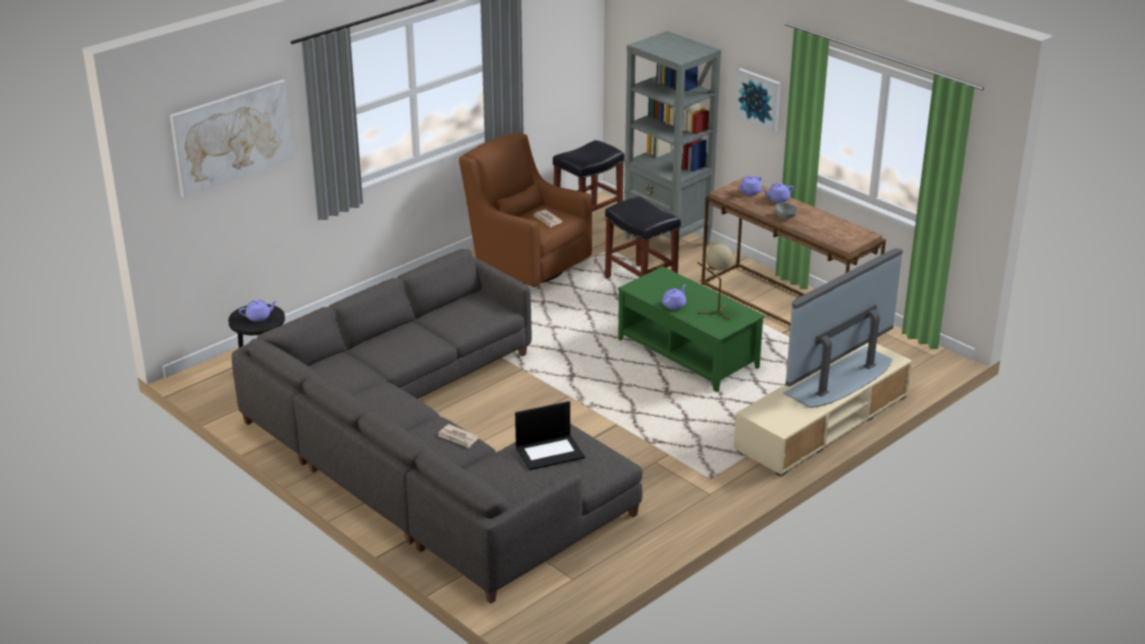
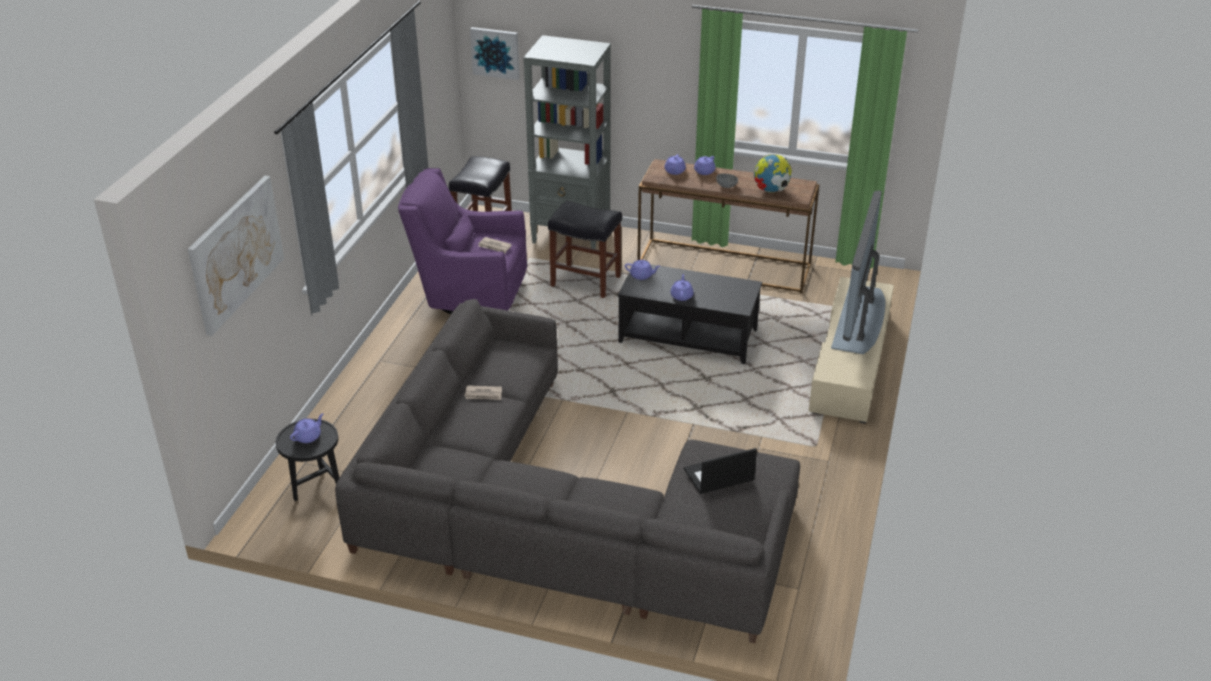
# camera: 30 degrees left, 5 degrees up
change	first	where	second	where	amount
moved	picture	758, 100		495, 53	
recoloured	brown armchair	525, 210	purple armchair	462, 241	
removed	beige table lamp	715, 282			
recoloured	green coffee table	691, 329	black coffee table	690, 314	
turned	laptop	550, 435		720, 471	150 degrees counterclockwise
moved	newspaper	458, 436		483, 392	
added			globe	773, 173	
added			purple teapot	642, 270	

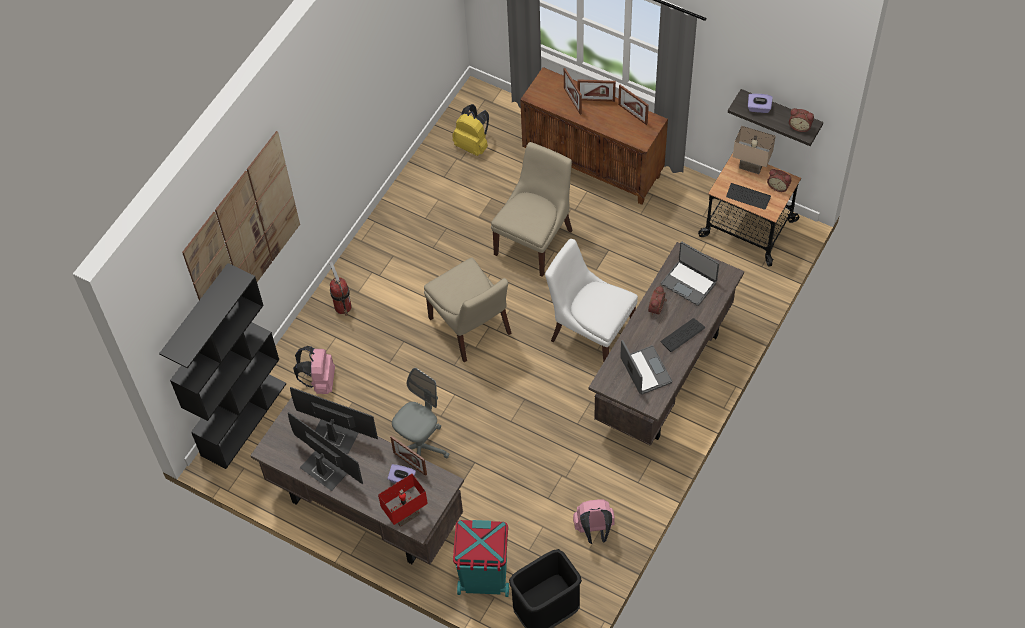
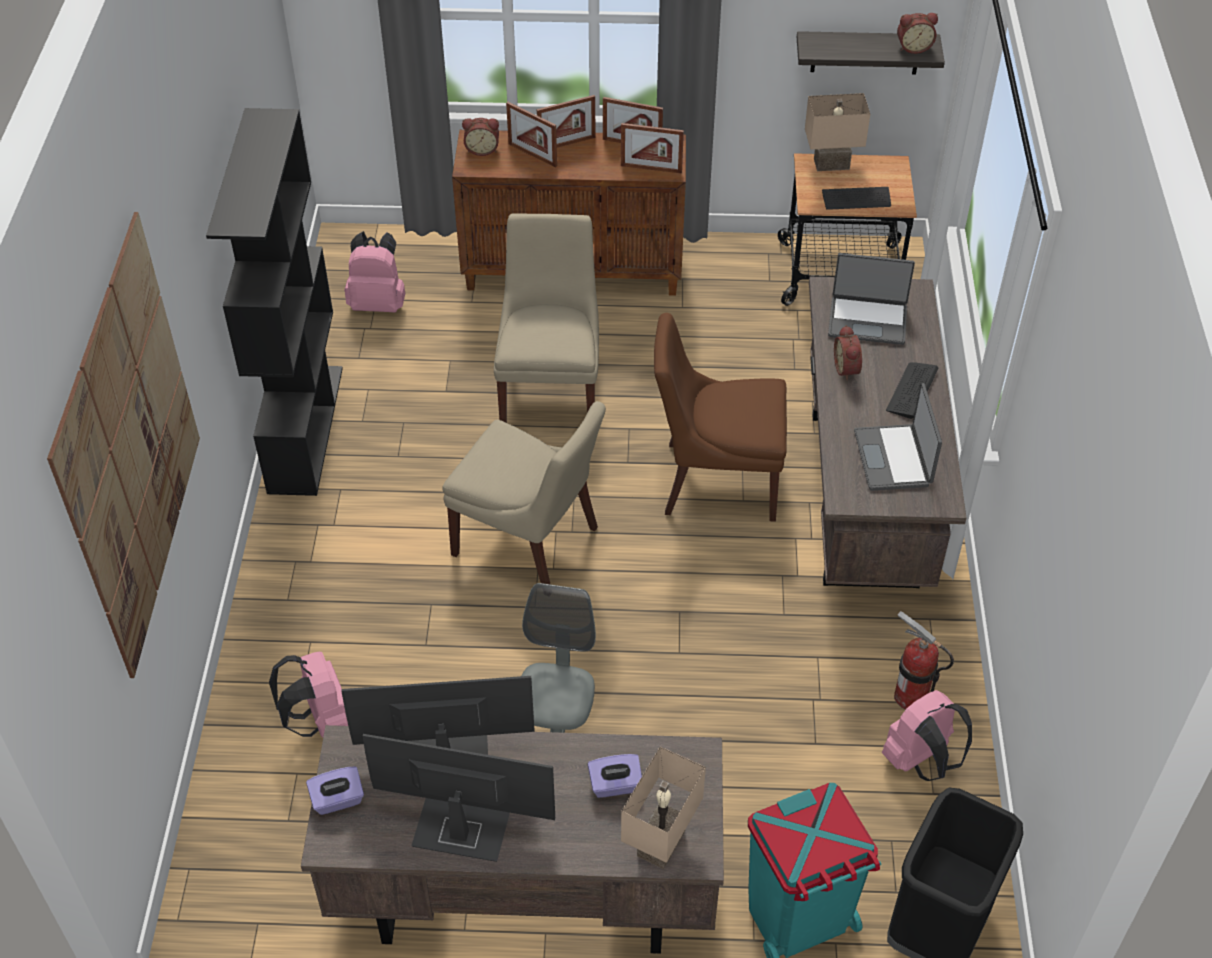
# camera: 30 degrees left, 10 degrees down
change	first	where	second	where	amount
moved	purple tissue box	760, 103		335, 790	
recoloured	yellow backpack	470, 130	pink backpack	374, 272	
moved	alarm clock	779, 180		480, 137	
recoloured	white chair	591, 301	brown chair	720, 417	
moved	fire extinguisher	340, 288		924, 660	
moved	black bookcase	222, 366		274, 302	
turned	laptop	646, 367		898, 437	135 degrees counterclockwise
moved	picture frame	408, 456		652, 148	
recoloured	red table lamp	403, 500	beige table lamp	663, 808	

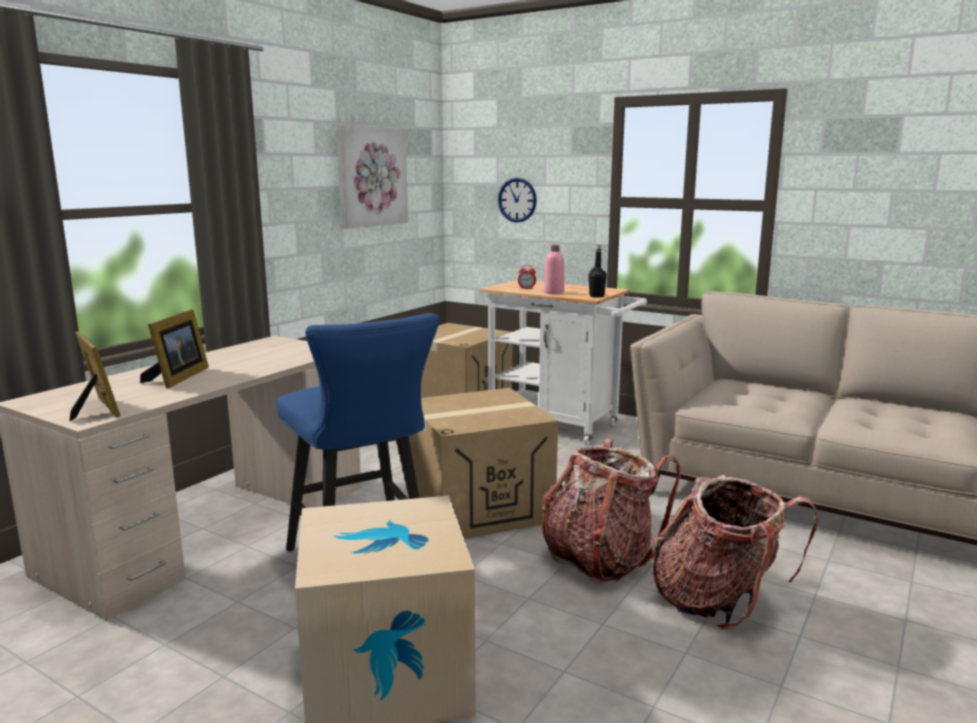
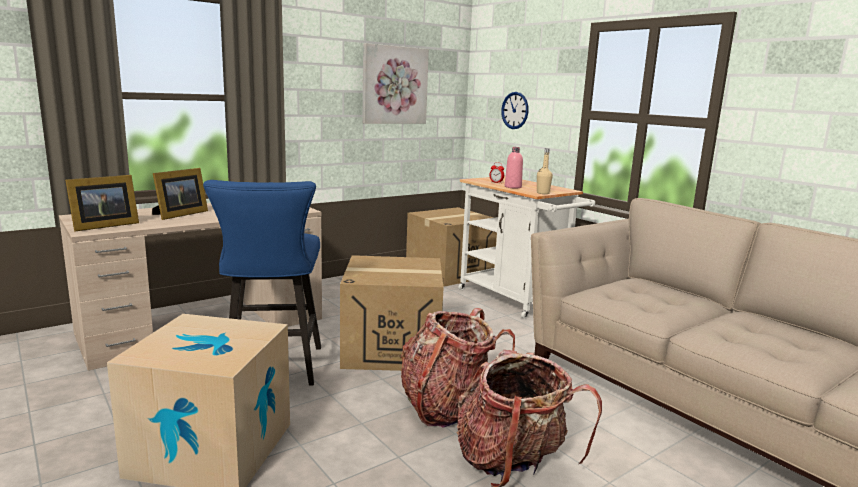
# camera: 20 degrees right, 0 degrees up
change	first	where	second	where	amount
recoloured	black bottle	598, 271	beige bottle	545, 171	
turned	picture frame	95, 376		102, 203	60 degrees clockwise

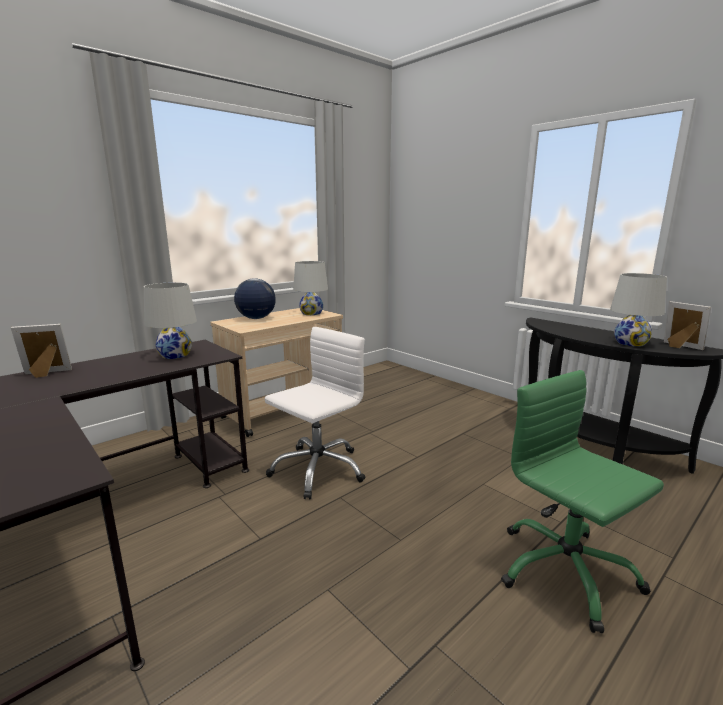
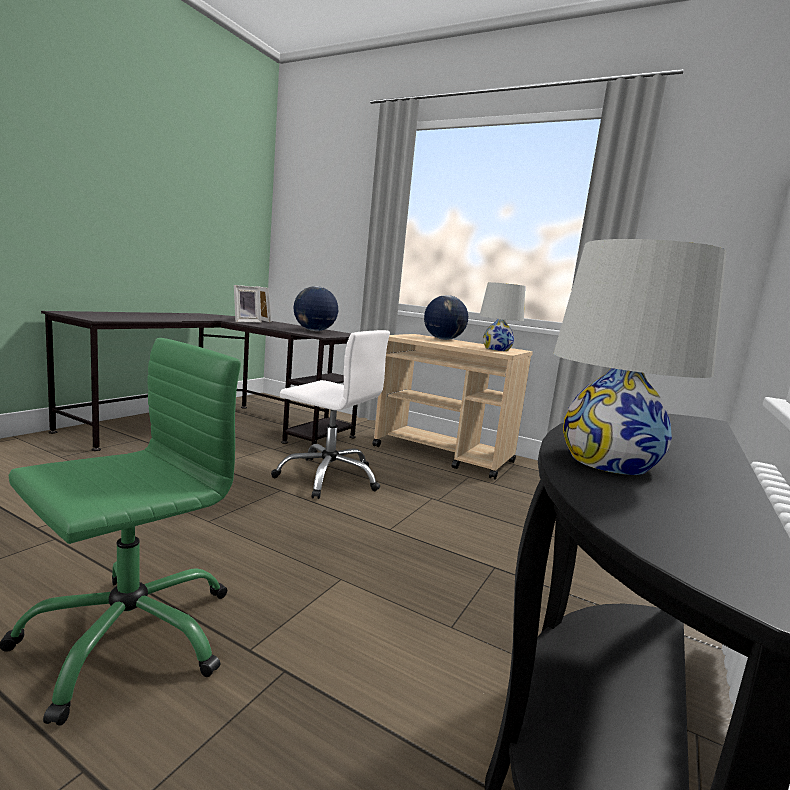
# camera: 70 degrees right, 5 degrees down
change	first	where	second	where	amount
replaced	white table lamp	170, 320	globe	316, 308	
moved	picture frame	687, 325		247, 304	

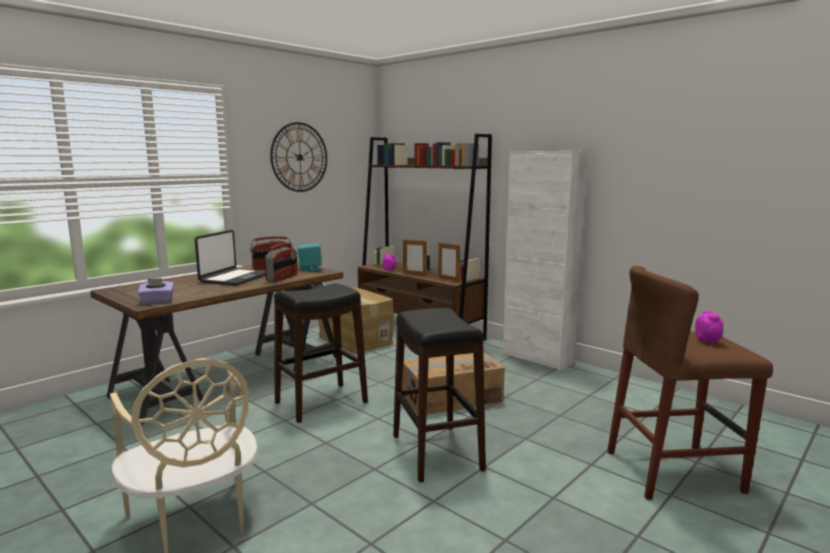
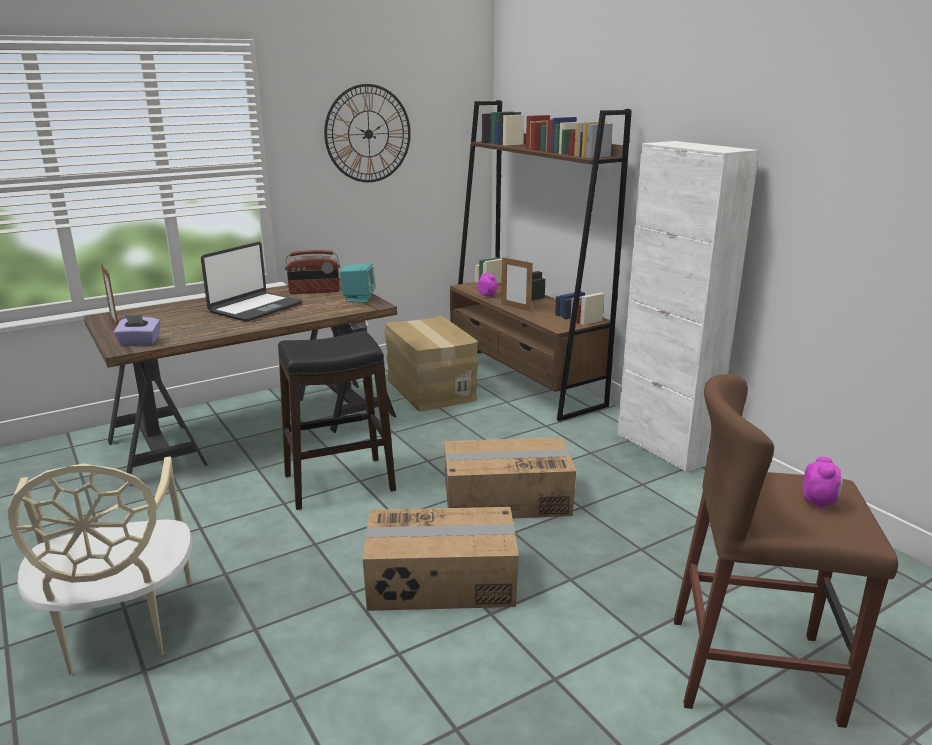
# camera: 15 degrees right, 10 degrees up
change	first	where	second	where	amount
moved	picture frame	449, 262		109, 295	
removed	radio	281, 262			
replaced	black stool	439, 395	cardboard box	441, 559	

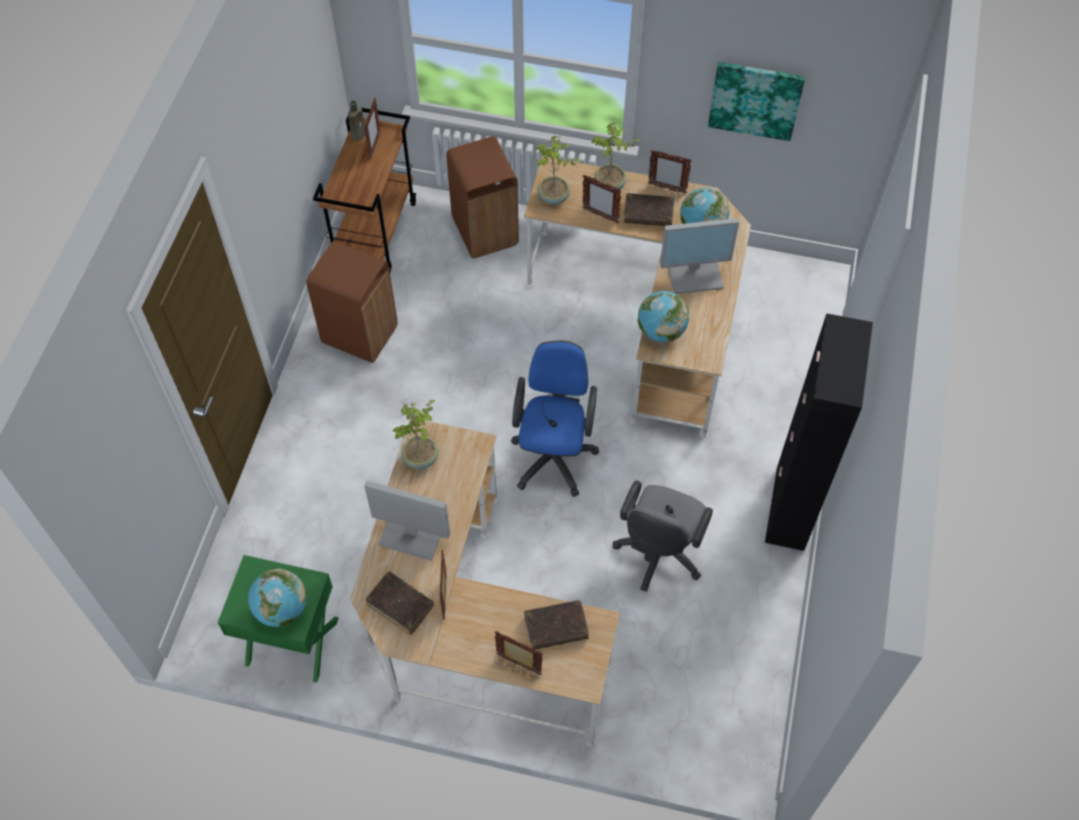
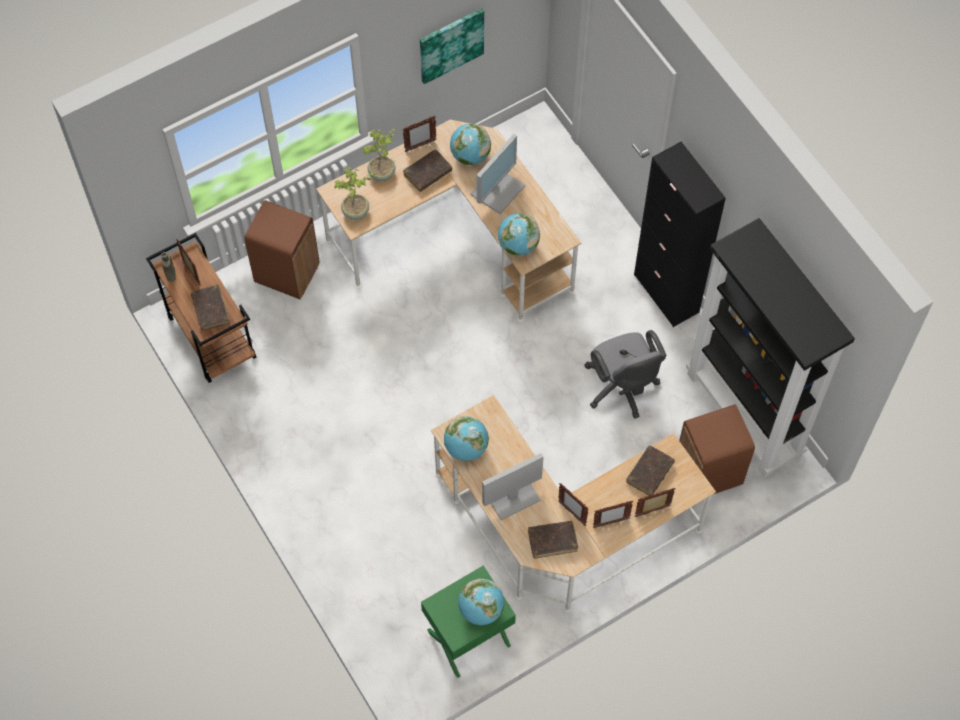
# camera: 45 degrees left, 5 degrees up
change	first	where	second	where	amount
moved	picture frame	602, 199		613, 514	
moved	brown trash can	352, 302		717, 449	
removed	blue office chair	555, 419			
replaced	potted plant	416, 434	globe	466, 438	
added			black bookcase	770, 348	
added			brown book	210, 307	

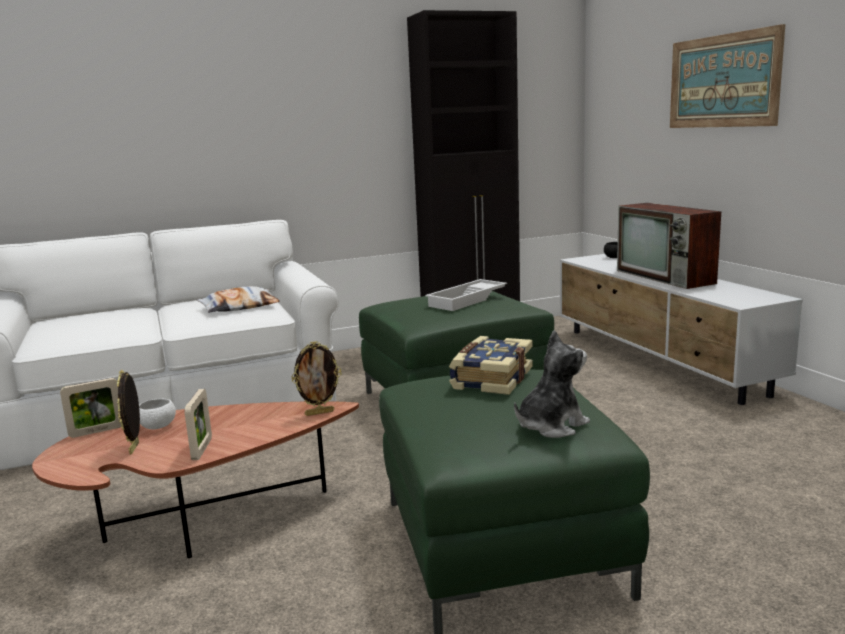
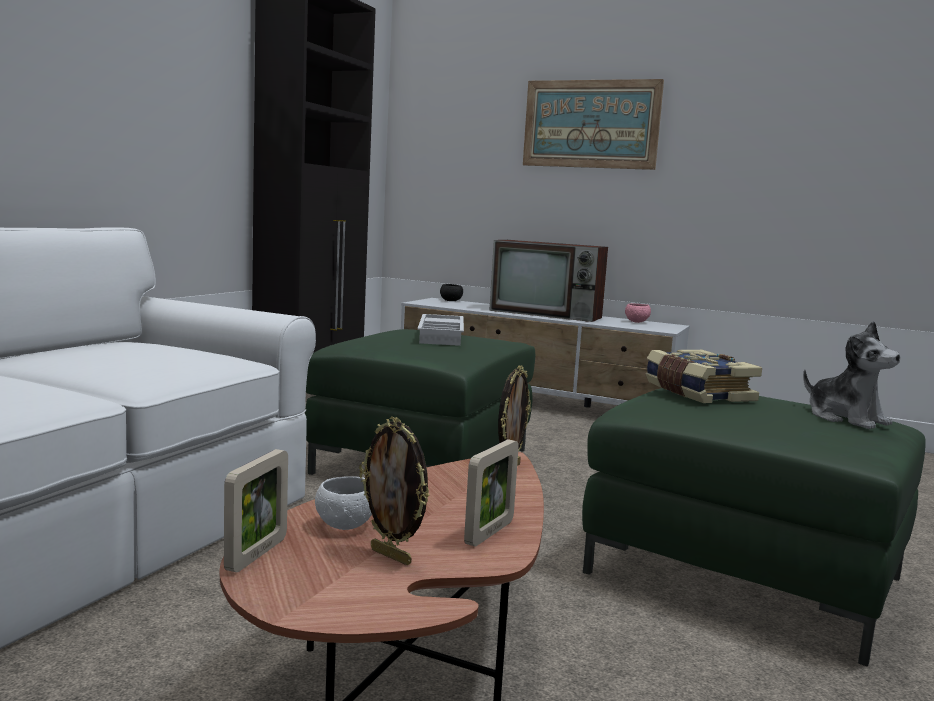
# camera: 45 degrees left, 5 degrees down
change	first	where	second	where	amount
removed	pillow	238, 299			
turned	plush toy	552, 384		852, 375	135 degrees clockwise
turned	picture frame	198, 424		491, 493	75 degrees clockwise
added			pink bowl	638, 313	

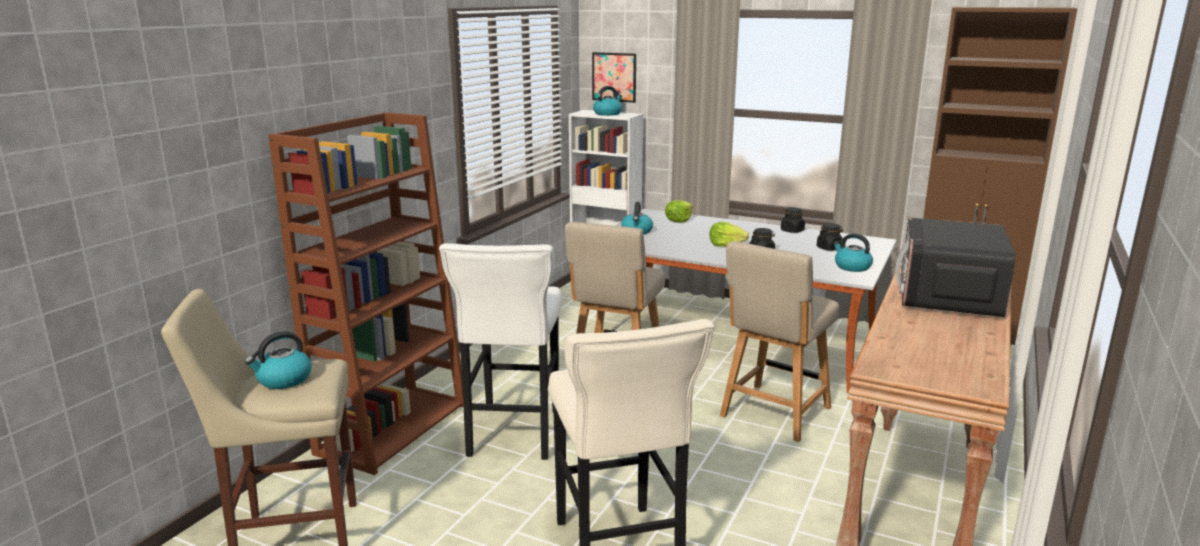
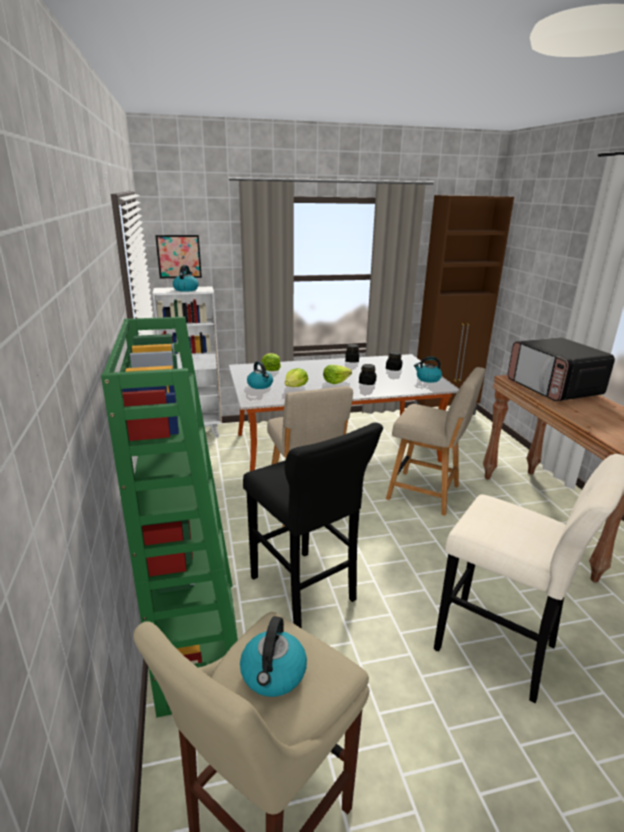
# camera: 40 degrees left, 5 degrees up
change	first	where	second	where	amount
recoloured	brown bookcase	366, 293	green bookcase	169, 517	
turned	beige chair	779, 341		435, 441	60 degrees counterclockwise
recoloured	white stool	500, 351	black stool	313, 525	
added			lettuce	296, 377	

